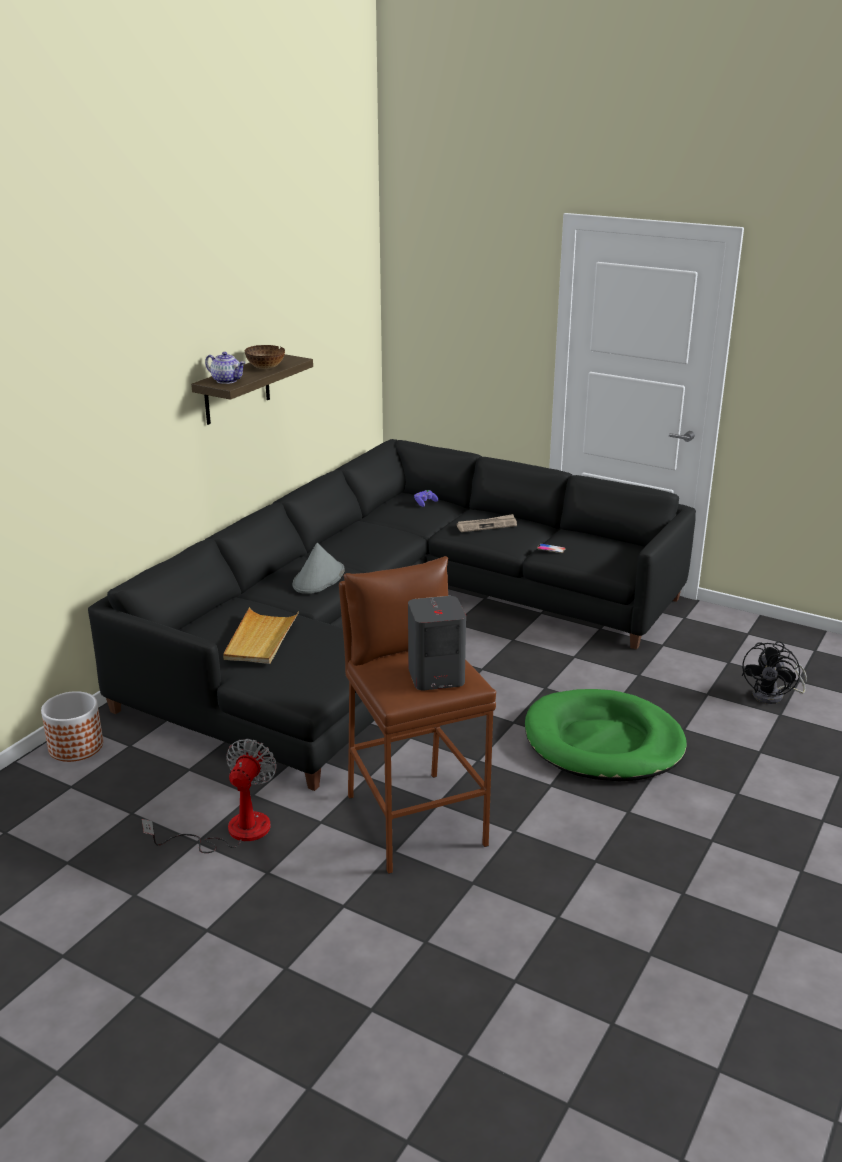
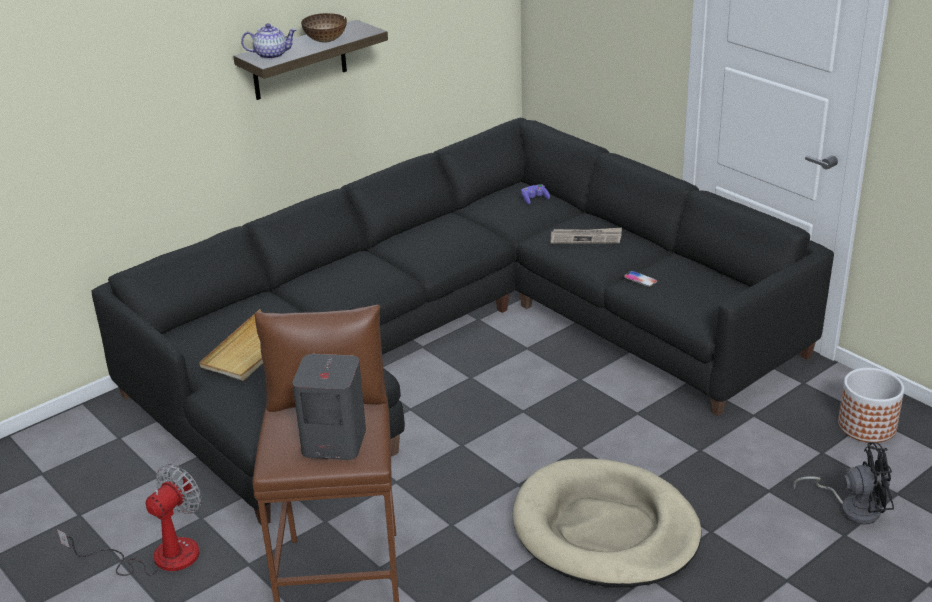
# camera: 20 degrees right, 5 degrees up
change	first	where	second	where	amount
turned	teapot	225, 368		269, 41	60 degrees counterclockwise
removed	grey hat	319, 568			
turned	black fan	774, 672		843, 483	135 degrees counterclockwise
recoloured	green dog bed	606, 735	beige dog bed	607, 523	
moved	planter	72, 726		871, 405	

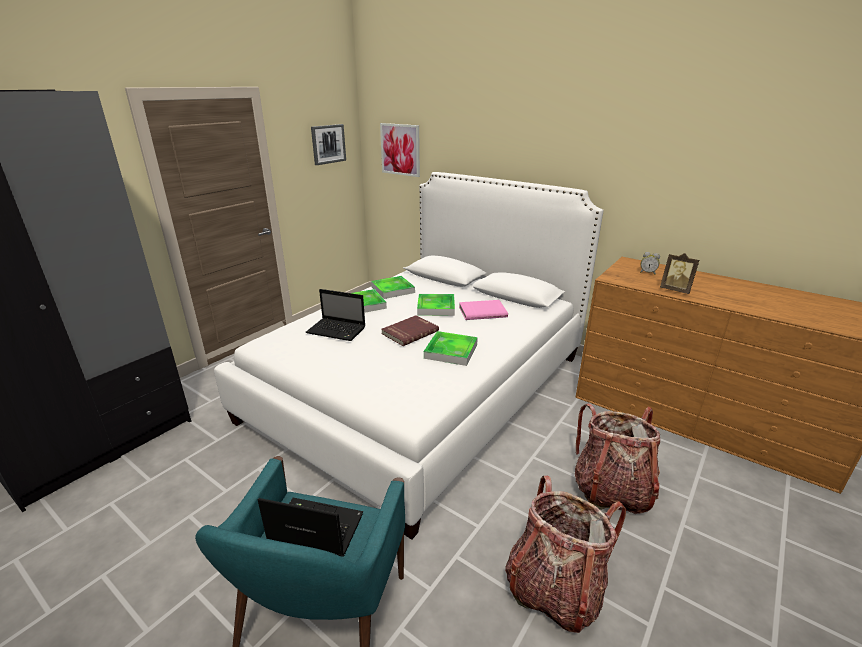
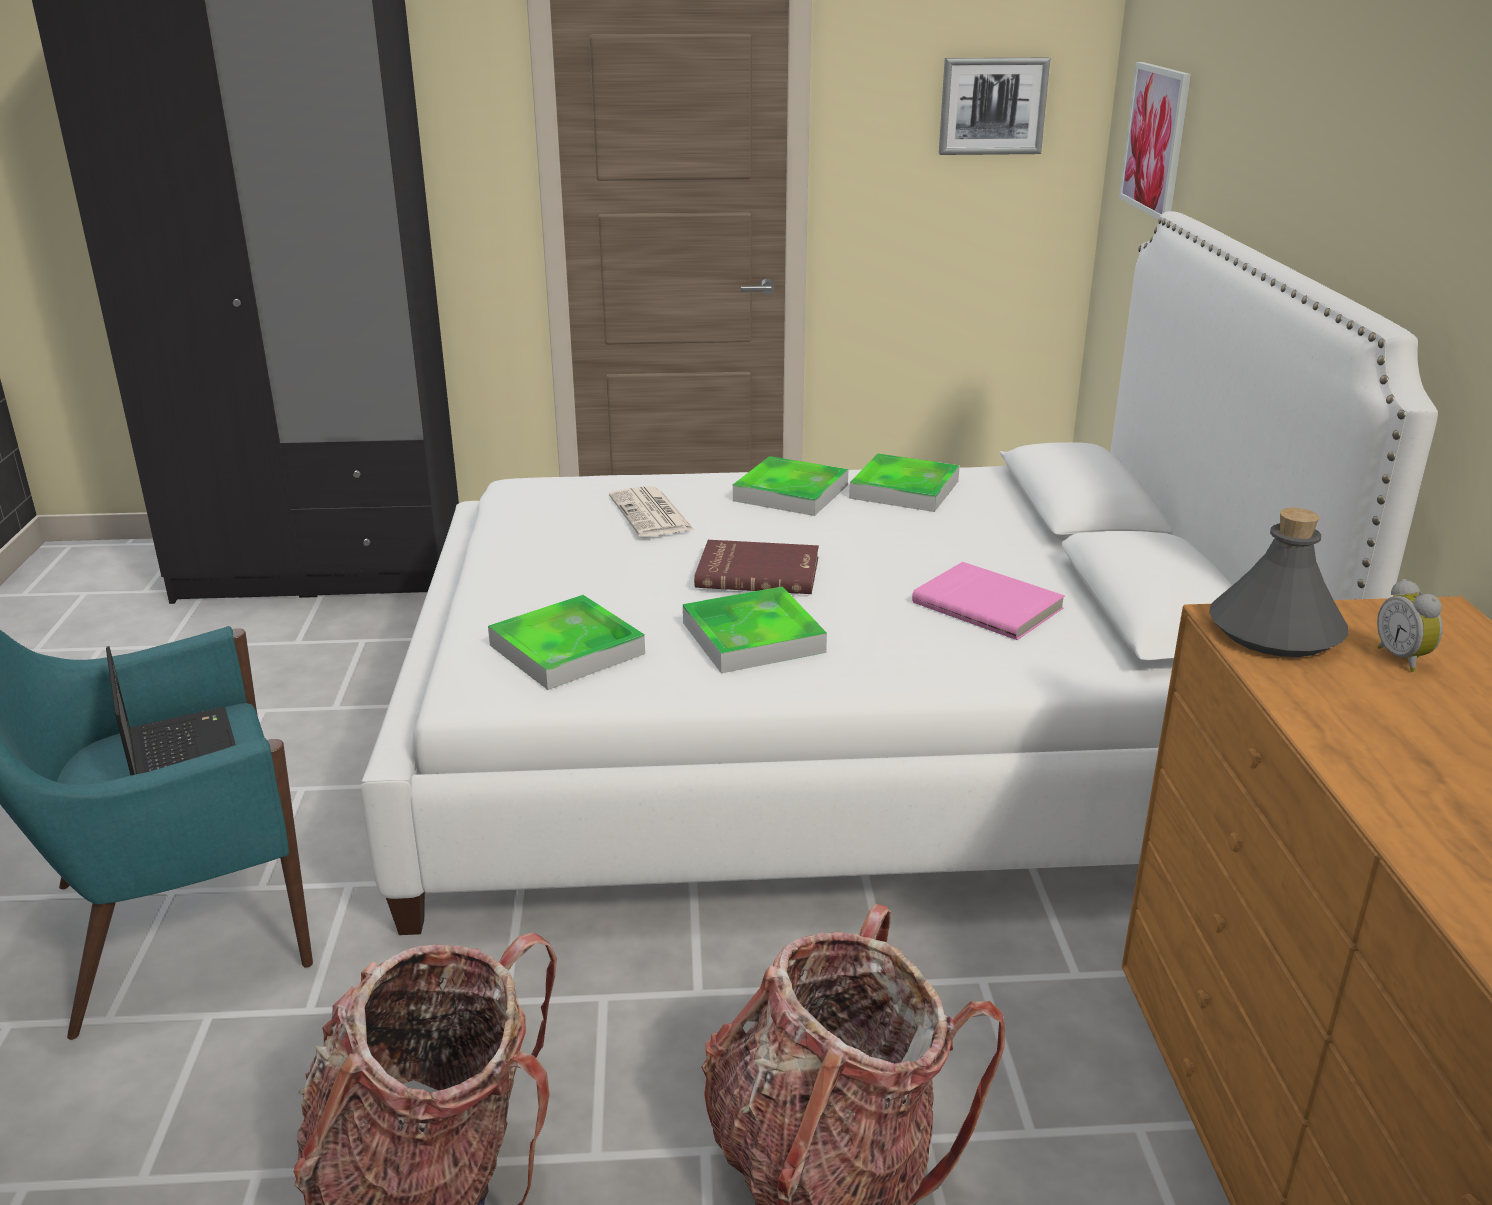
# camera: 50 degrees right, 0 degrees up
change	first	where	second	where	amount
removed	picture frame	679, 273			
replaced	laptop	336, 315	newspaper	651, 511	
moved	tray	436, 305		566, 642	
added			grey bottle	1278, 582	

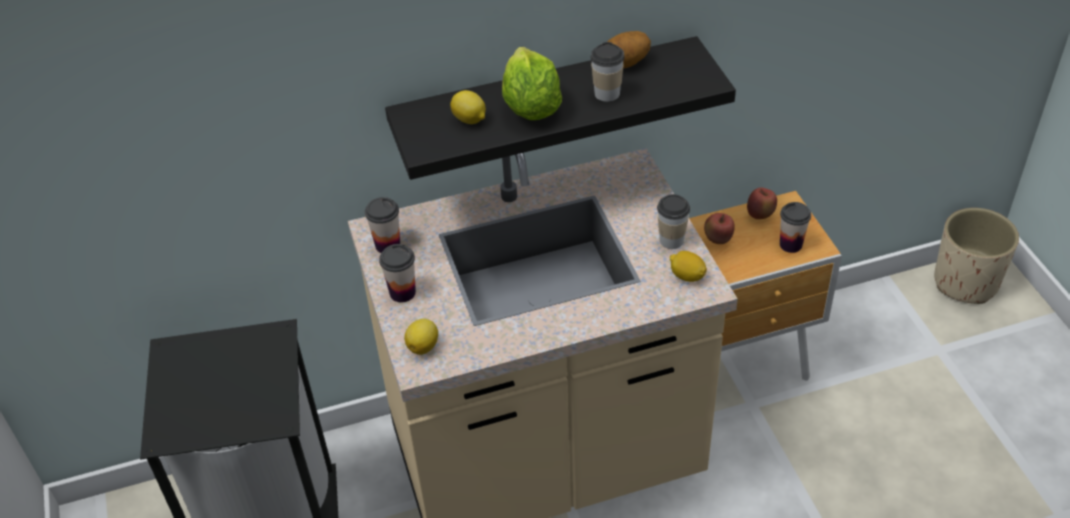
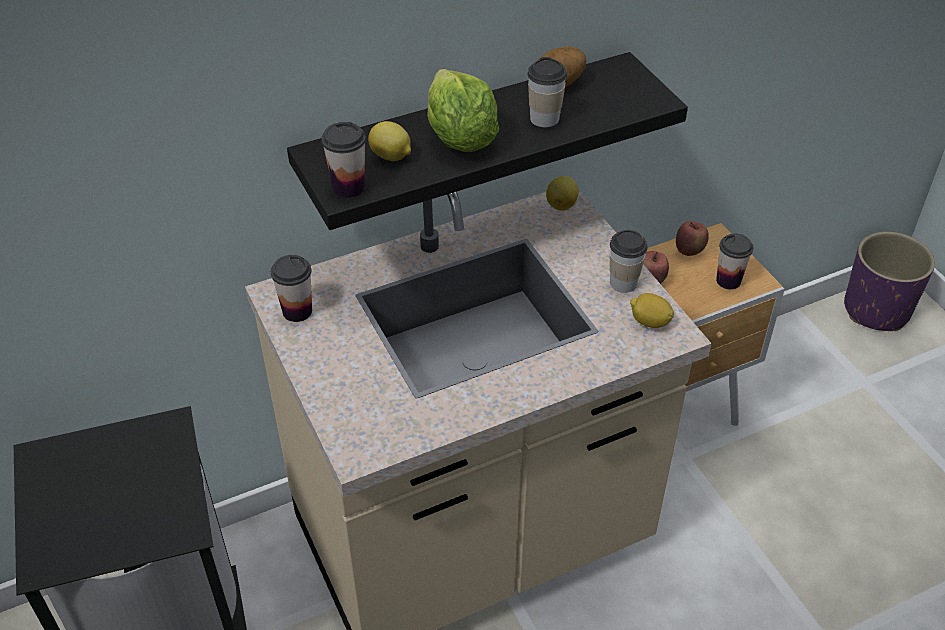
# camera: 10 degrees left, 0 degrees up
change	first	where	second	where	amount
recoloured	beige planter	976, 256	purple planter	889, 281	
moved	cup	397, 273		343, 160	
moved	lemon	421, 337		562, 193	

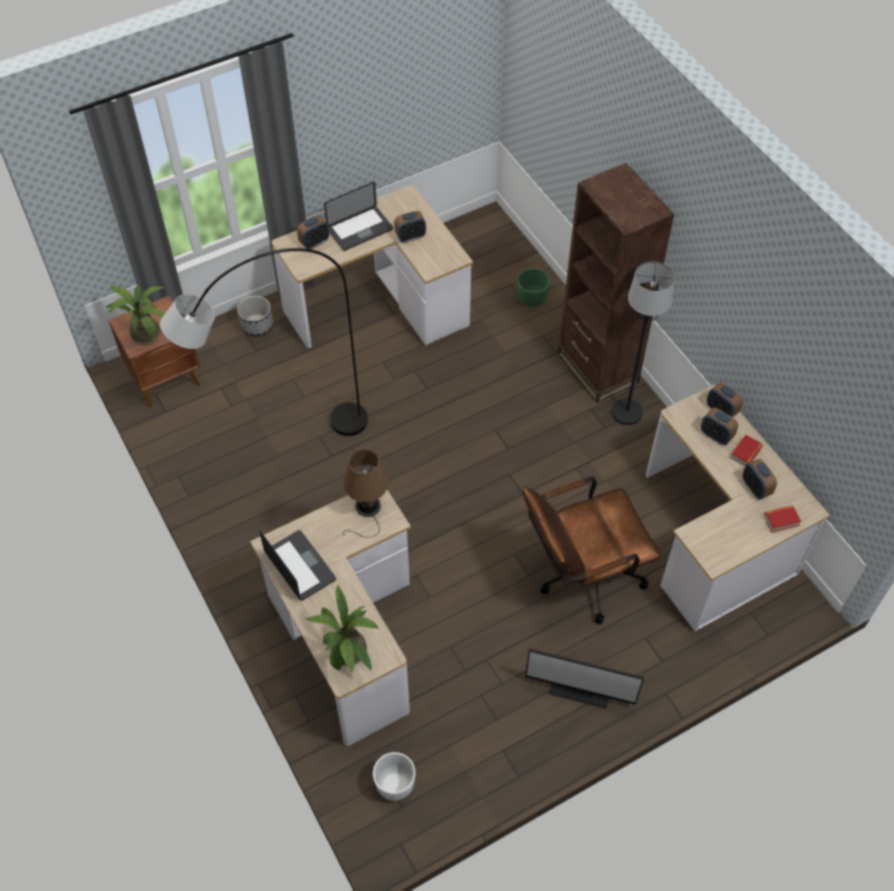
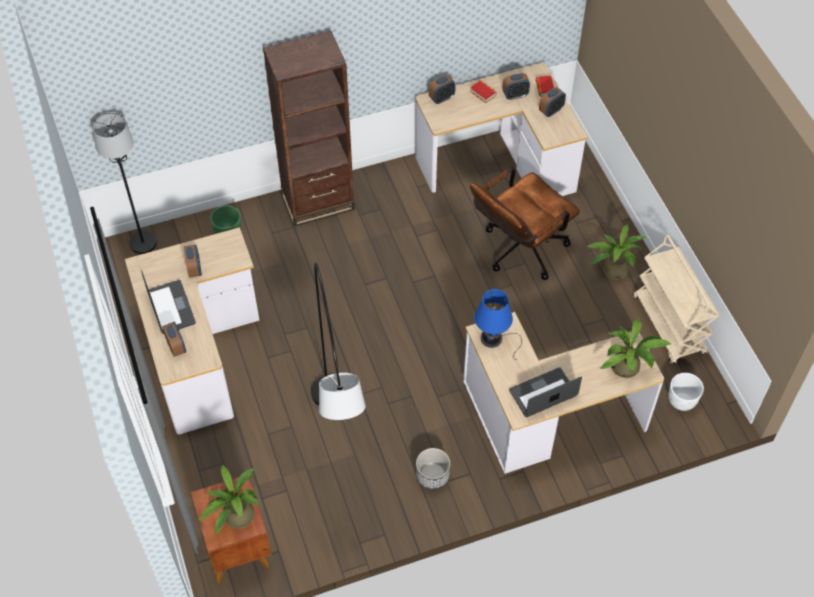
# camera: 80 degrees left, 0 degrees up
change	first	where	second	where	amount
moved	black floor lamp	643, 343		124, 183	
moved	planter	255, 316		433, 469	
moved	alarm clock	719, 426		552, 102	
recoloured	brown table lamp	366, 493	blue table lamp	498, 324	
turned	brown office chair	591, 550		525, 223	60 degrees clockwise
replaced	monitor	584, 678	potted plant	616, 252	
added			beige cart	676, 300	

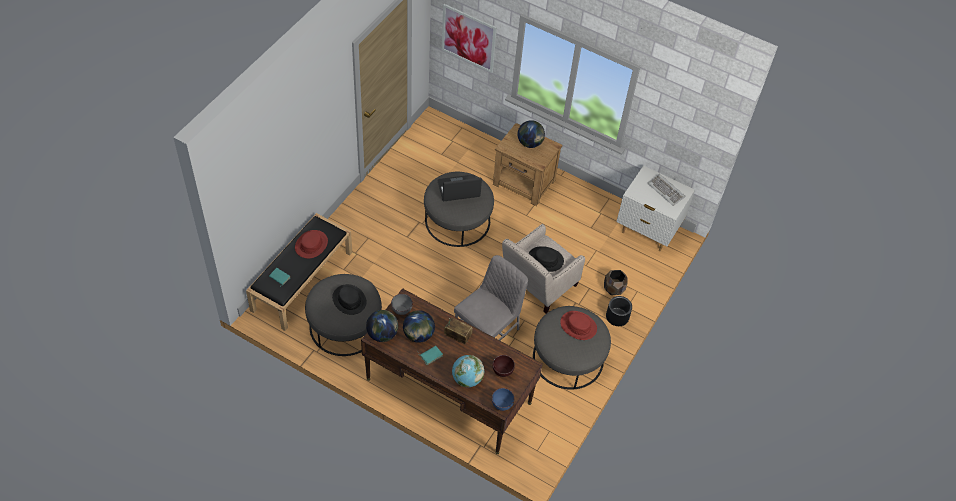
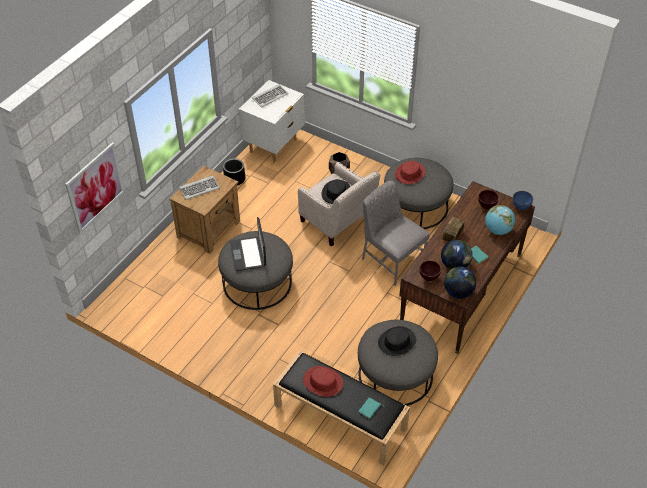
# camera: 85 degrees left, 5 degrees down
change	first	where	second	where	amount
replaced	globe	531, 134	keyboard	199, 188	
recoloured	grey bowl	402, 304	brown bowl	430, 270	
moved	black planter	619, 311		234, 171	

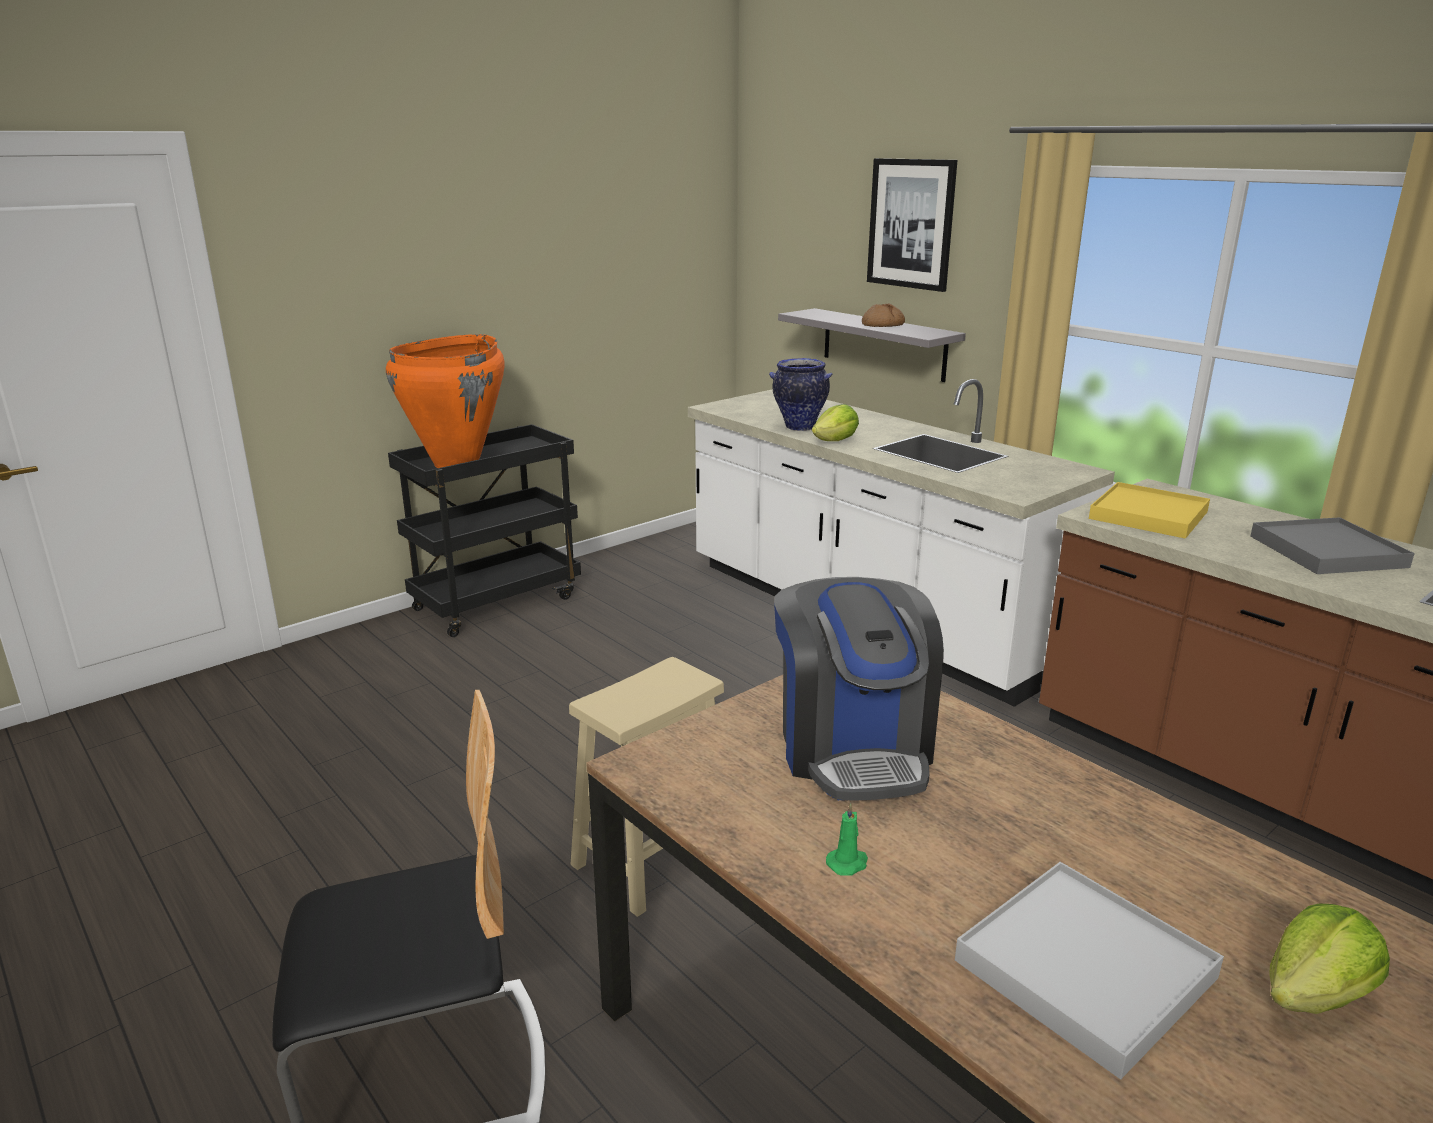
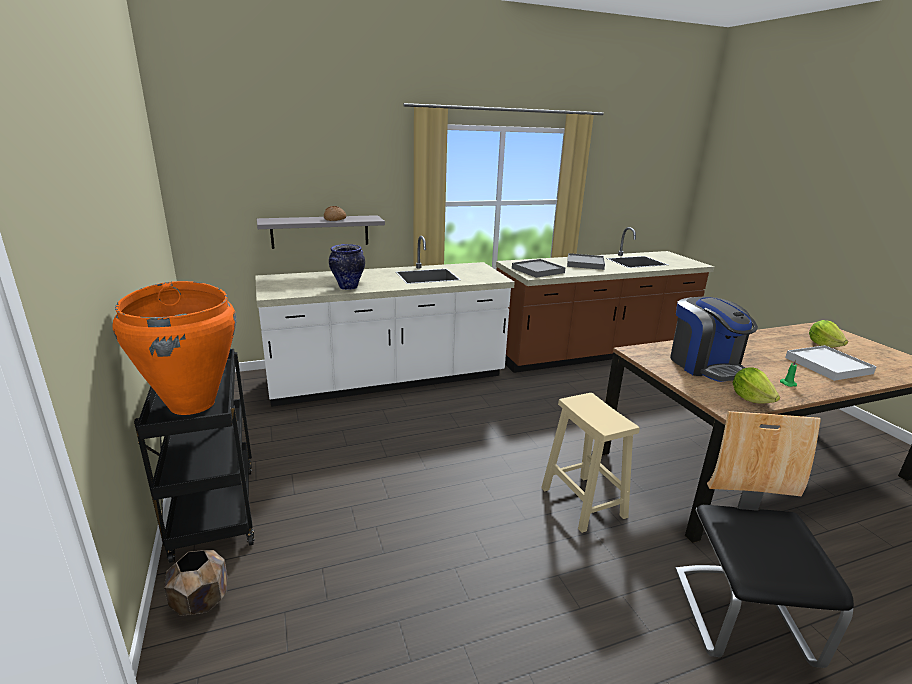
# camera: 70 degrees left, 0 degrees up
change	first	where	second	where	amount
removed	picture	912, 225			
moved	lettuce	835, 422		756, 385	
recoloured	yellow tray	1149, 510	grey tray	539, 268	
turned	coffee machine	859, 689		714, 339	60 degrees clockwise
added			brown planter	196, 583	

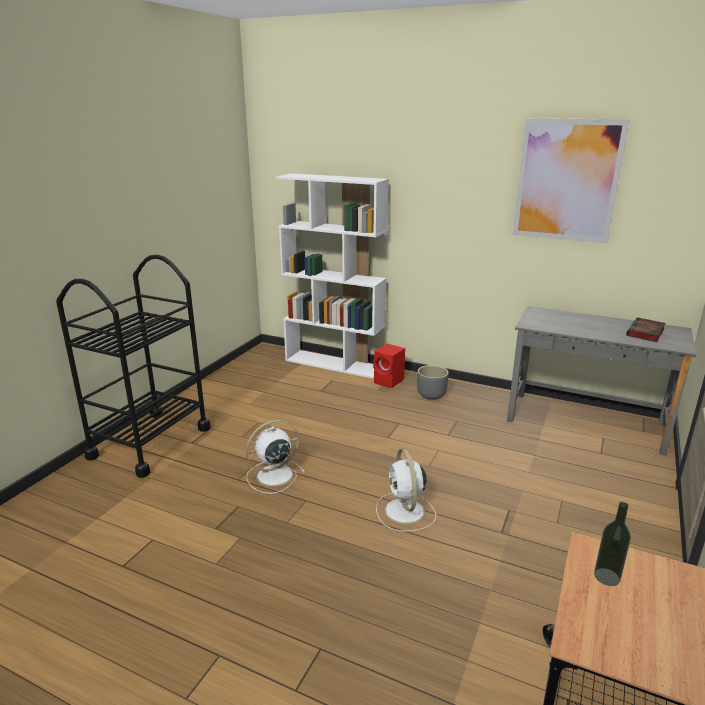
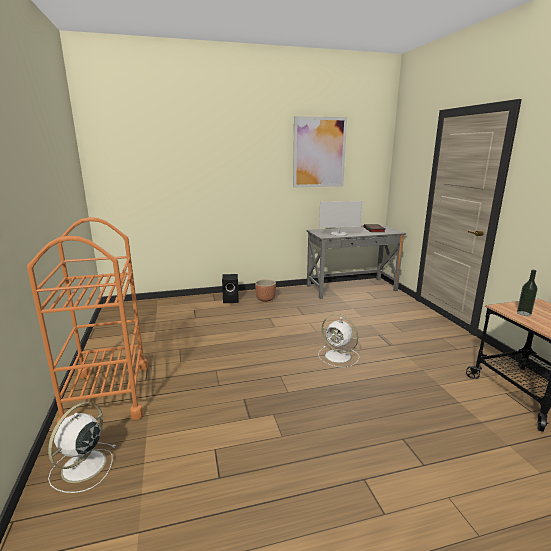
# camera: 40 degrees left, 5 degrees down
change	first	where	second	where	amount
removed	white bookcase	332, 276			
recoloured	black cart	133, 366	orange cart	87, 320	
recoloured	red speaker	389, 366	black speaker	230, 288	
recoloured	grey planter	433, 382	brown planter	265, 290	
moved	white fan	275, 457		82, 447	
added			monitor	341, 218	

